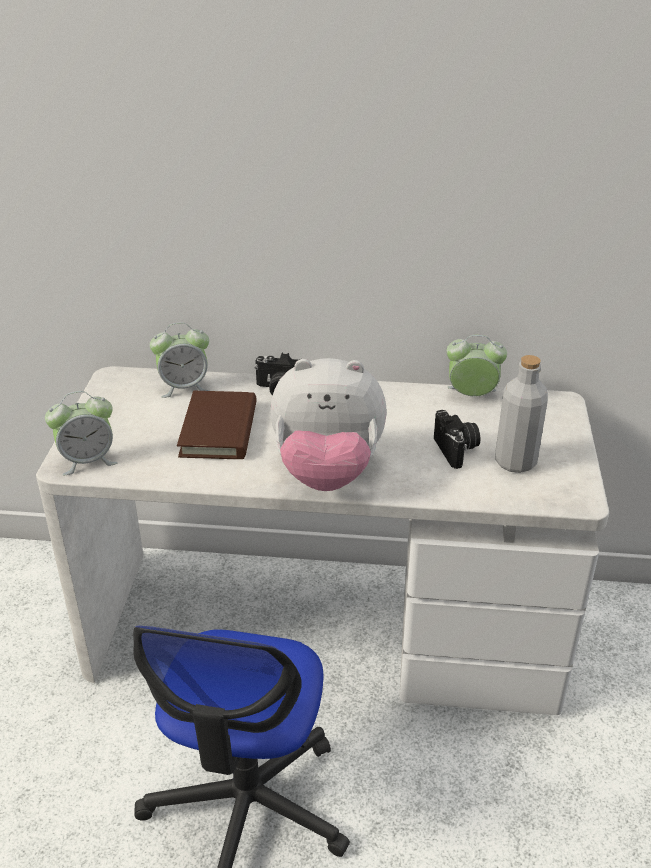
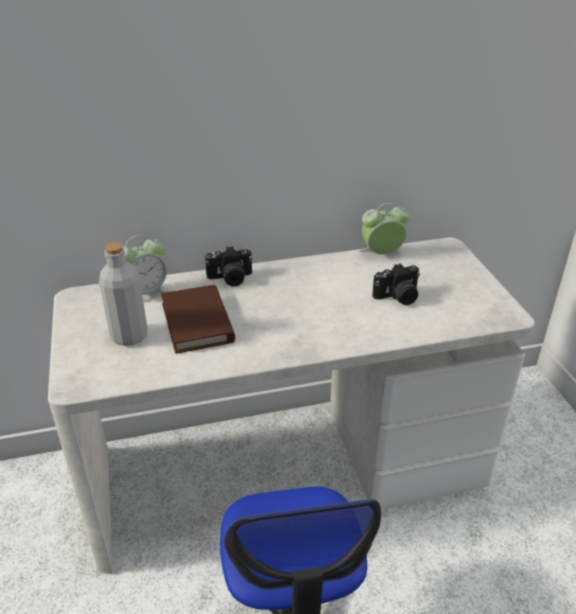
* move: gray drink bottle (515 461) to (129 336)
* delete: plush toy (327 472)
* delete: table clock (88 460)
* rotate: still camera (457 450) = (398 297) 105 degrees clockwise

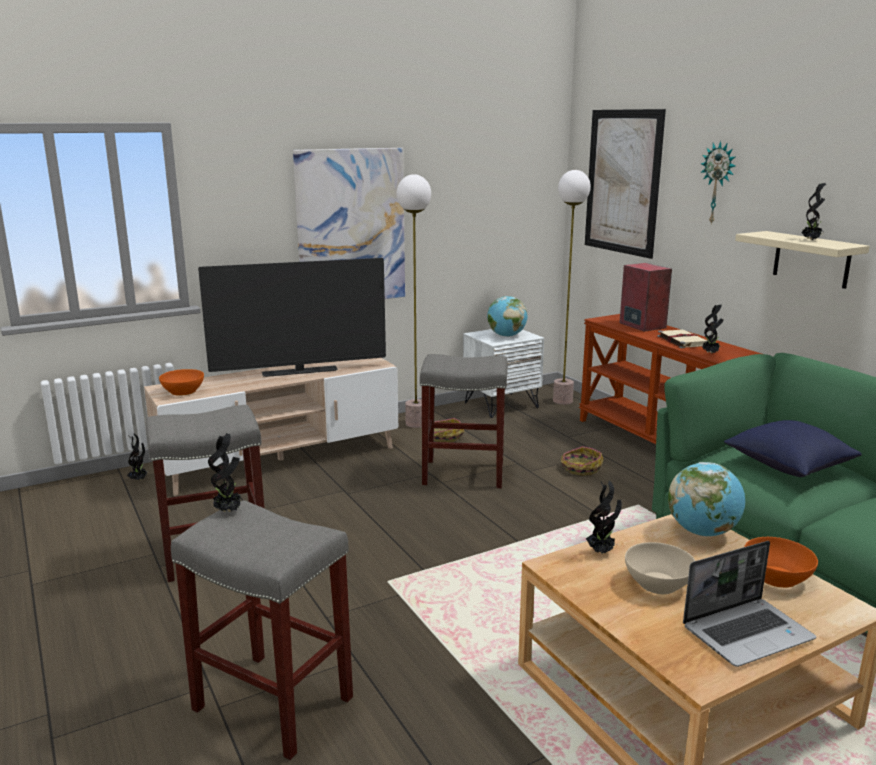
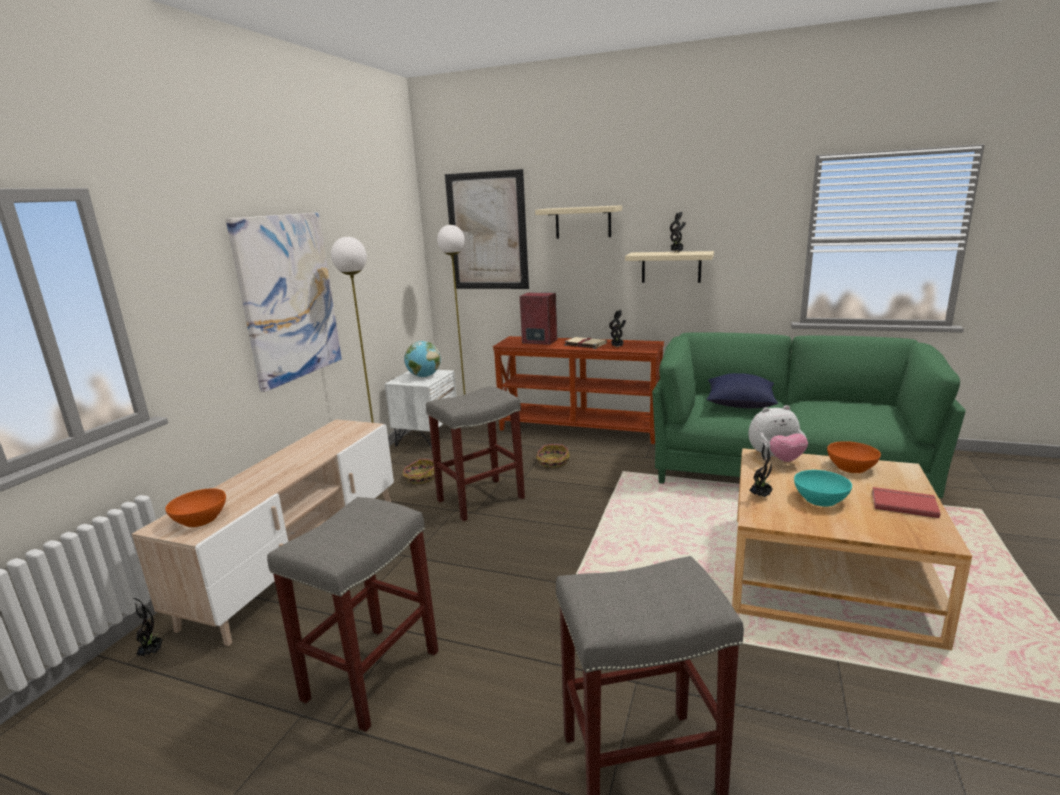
* replace: wall clock (718 183) to beige bracket shelf (583 222)
* delete: TV set (300 372)
* delete: plant in a pot (229 511)
* replace: desk globe (702 532) to plush toy (775 459)
* replace: notebook computer (747 632) to reddish volume (903 503)
* recolor: beige bowl (658 583) to turquoise bowl (820 499)

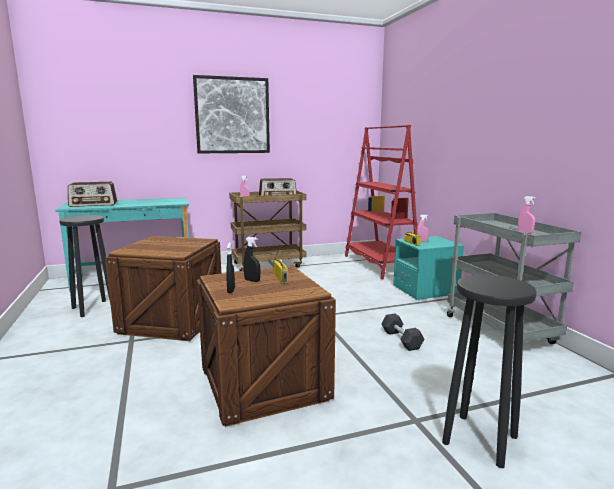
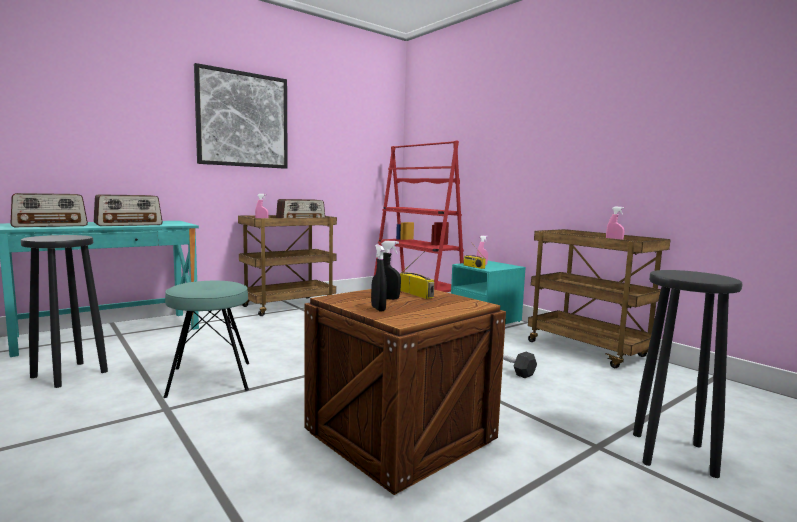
* recolor: gray wheeled cart (501 330) to brownish wheeled cart (589 350)
* replace: shipping crate (172 322) to turquoise sitting stool (210 379)
* insert: radio receiver (129 224)

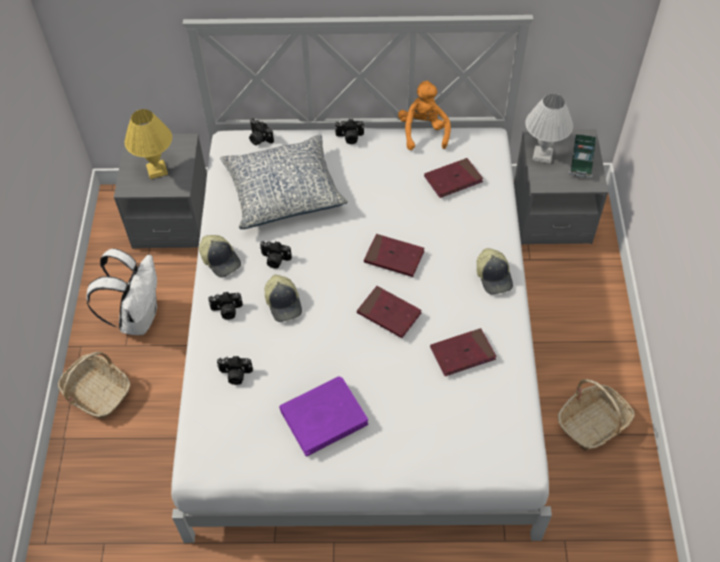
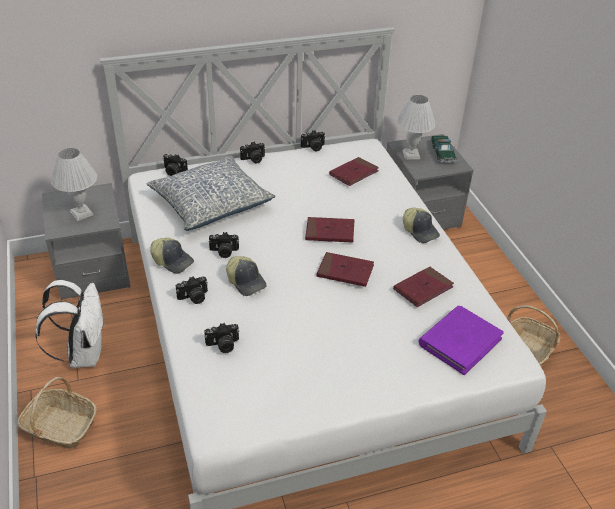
* replace: orangey plush toy (423 131) to still camera (313 147)
* recolor: yellow table lamp (156 169) to white-coloured table lamp (81 213)
* move: purple-coloured volume (323 416) to (459 341)

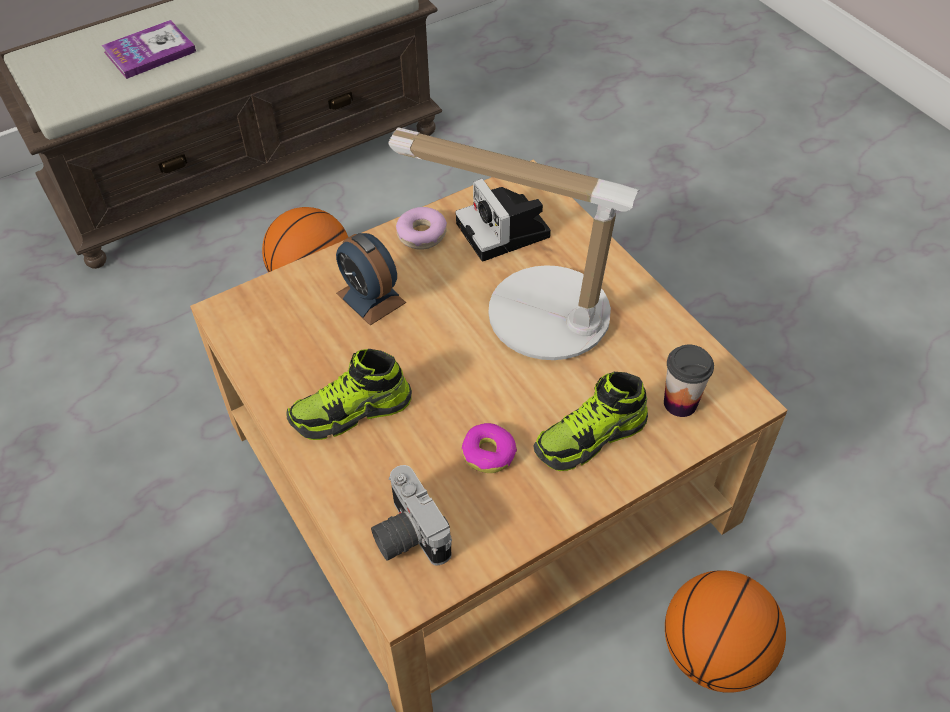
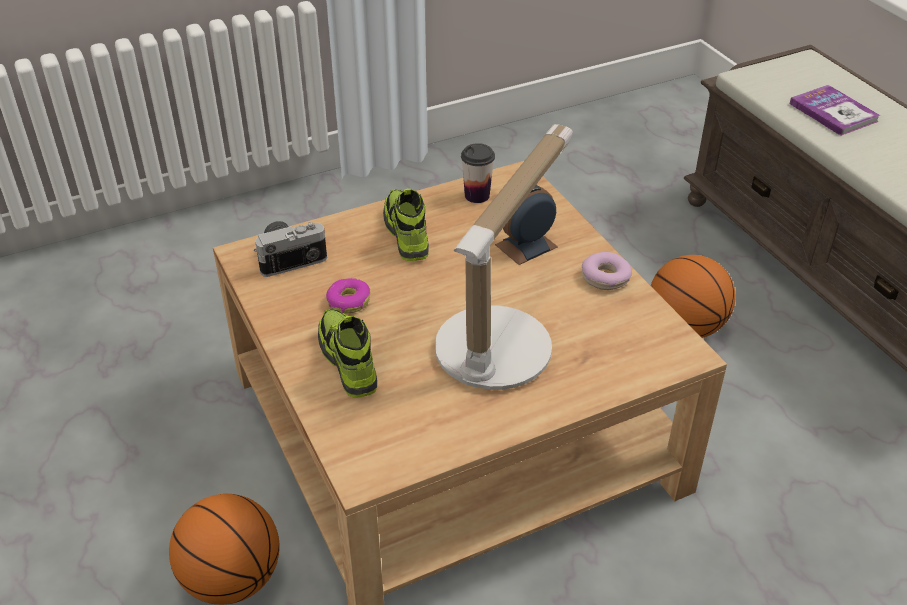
* delete: still camera (505 232)
* move: cup (680 403) to (477 195)

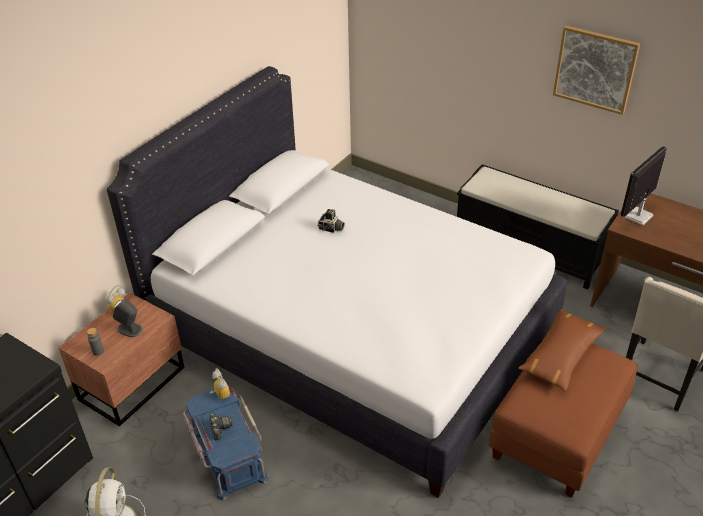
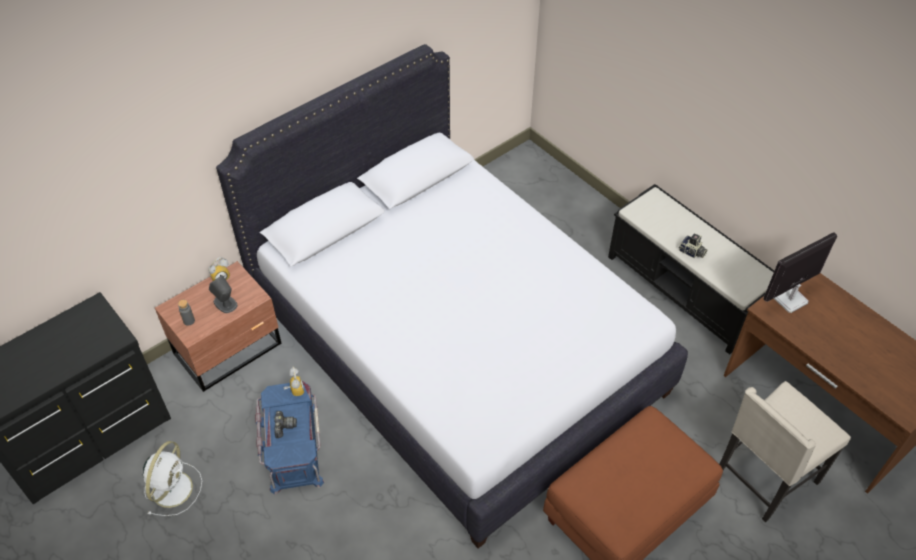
* delete: picture (595 69)
* move: still camera (331 229) to (692 252)
* delete: brownish throw pillow (560 356)

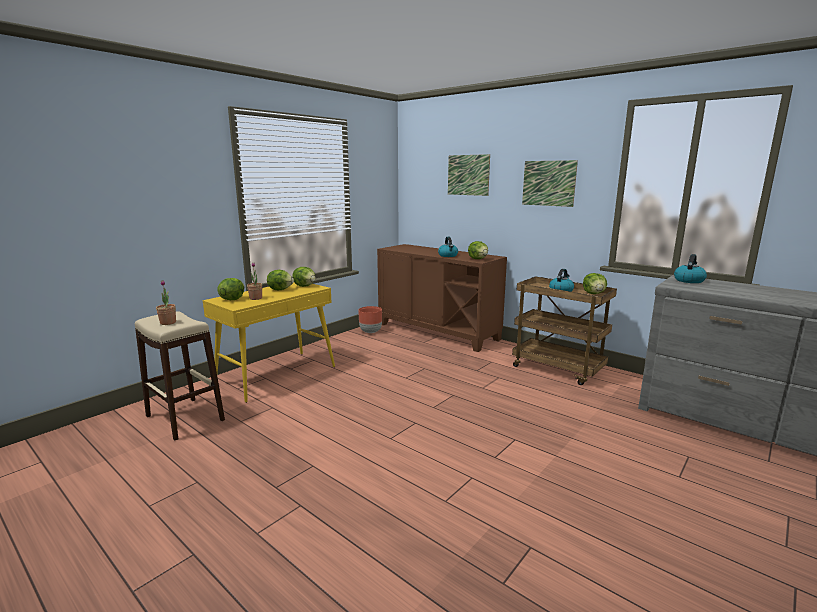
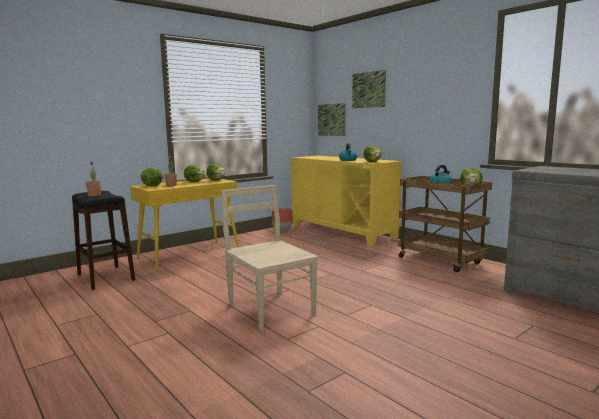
* move: picture (548 183) to (331 120)
* recolor: brownish storage cabinet (438 331) to yellow storage cabinet (342 232)
* delete: kettle (688 280)
* recolor: beige sitting stool (185 418) to black-coloured sitting stool (106 277)
* insert: beige plain chair (270 308)

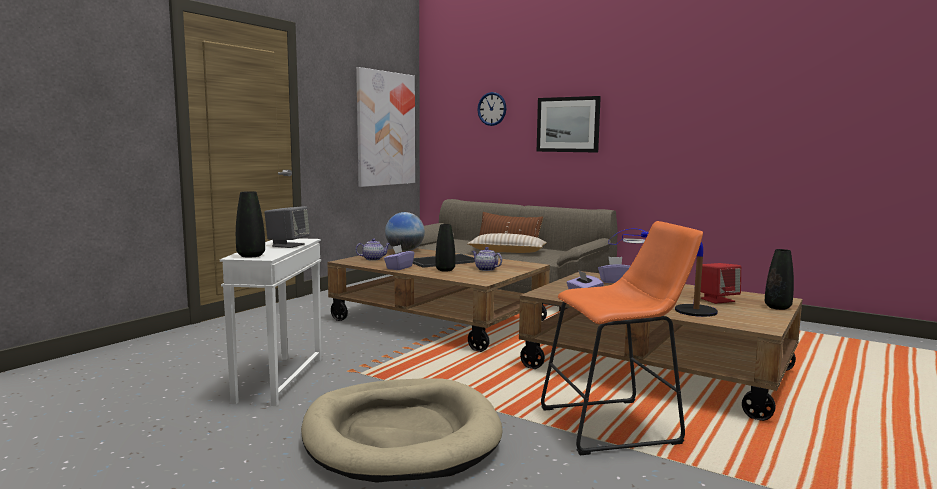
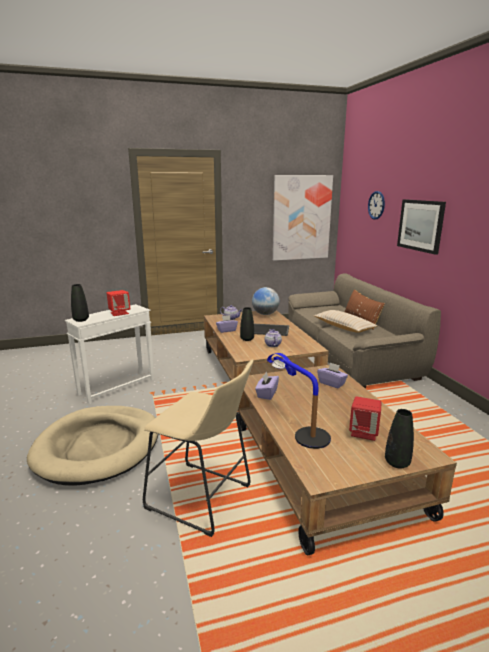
* recolor: gray audio speaker (288 245) to reddish audio speaker (119 313)
* recolor: orangey sitting stool (617 426) to beige sitting stool (203 499)

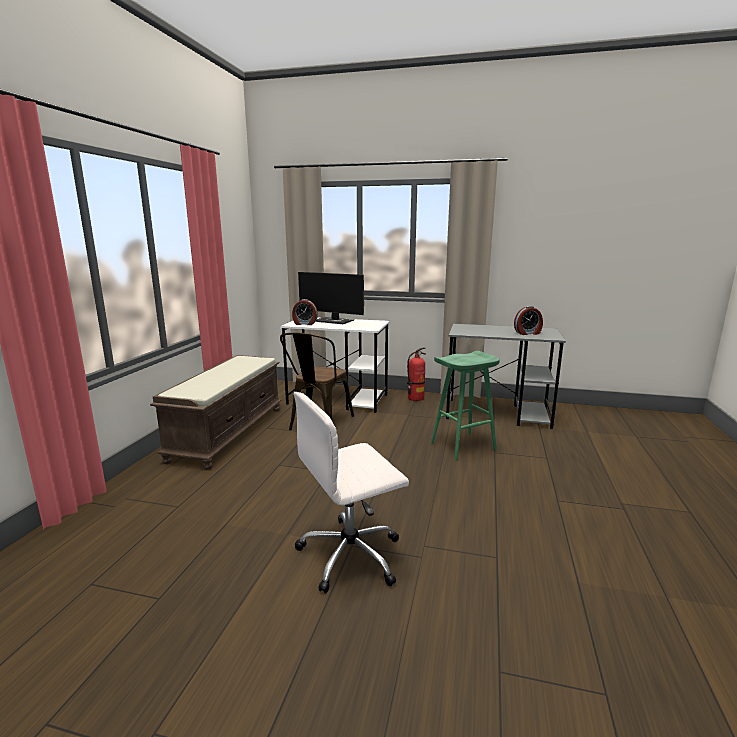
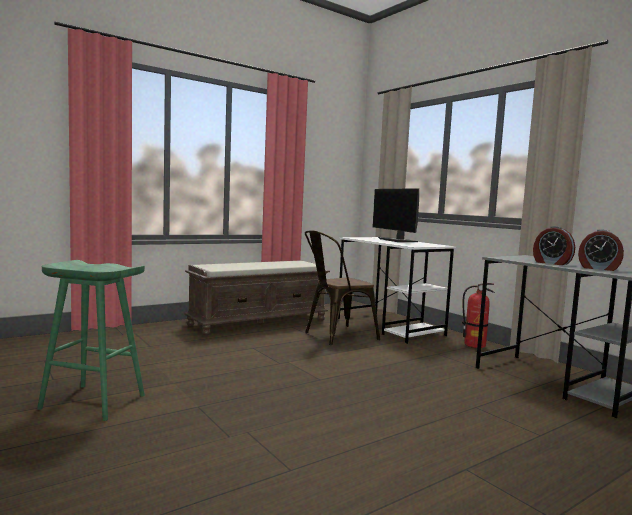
* move: table clock (305 324) to (551 263)
* move: green sitting stool (462 447) to (91 402)
* delete: white-coloured computer chair (352 555)

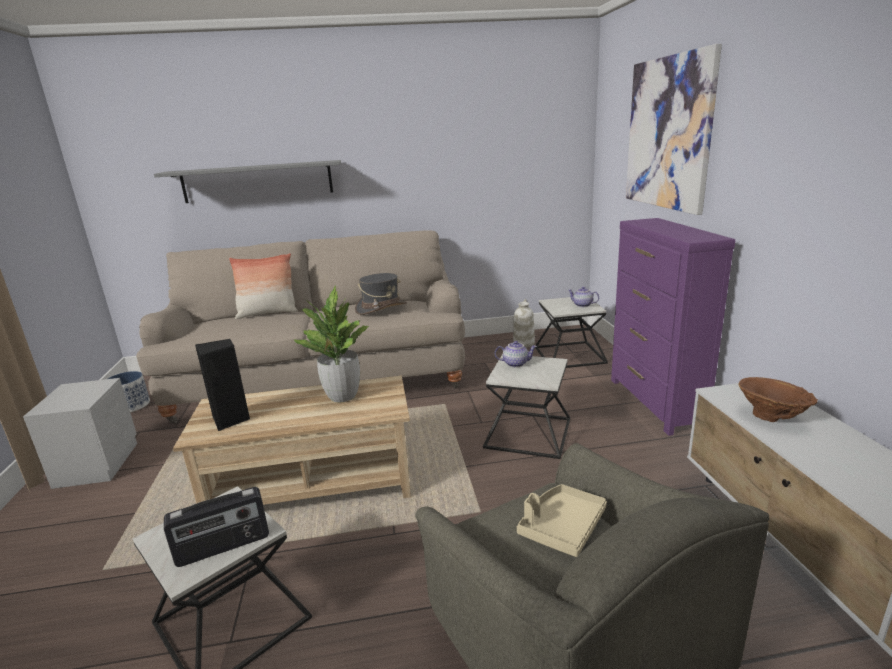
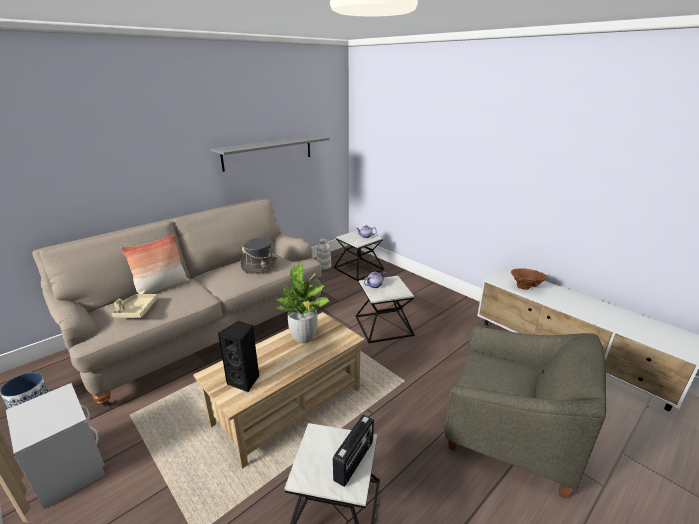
* delete: picture (668 133)
* move: gray bracket shelf (258 181) to (268 152)
* delete: purple-coloured drawer chest (655 403)
* move: beige serving tray (562 527) to (137 310)

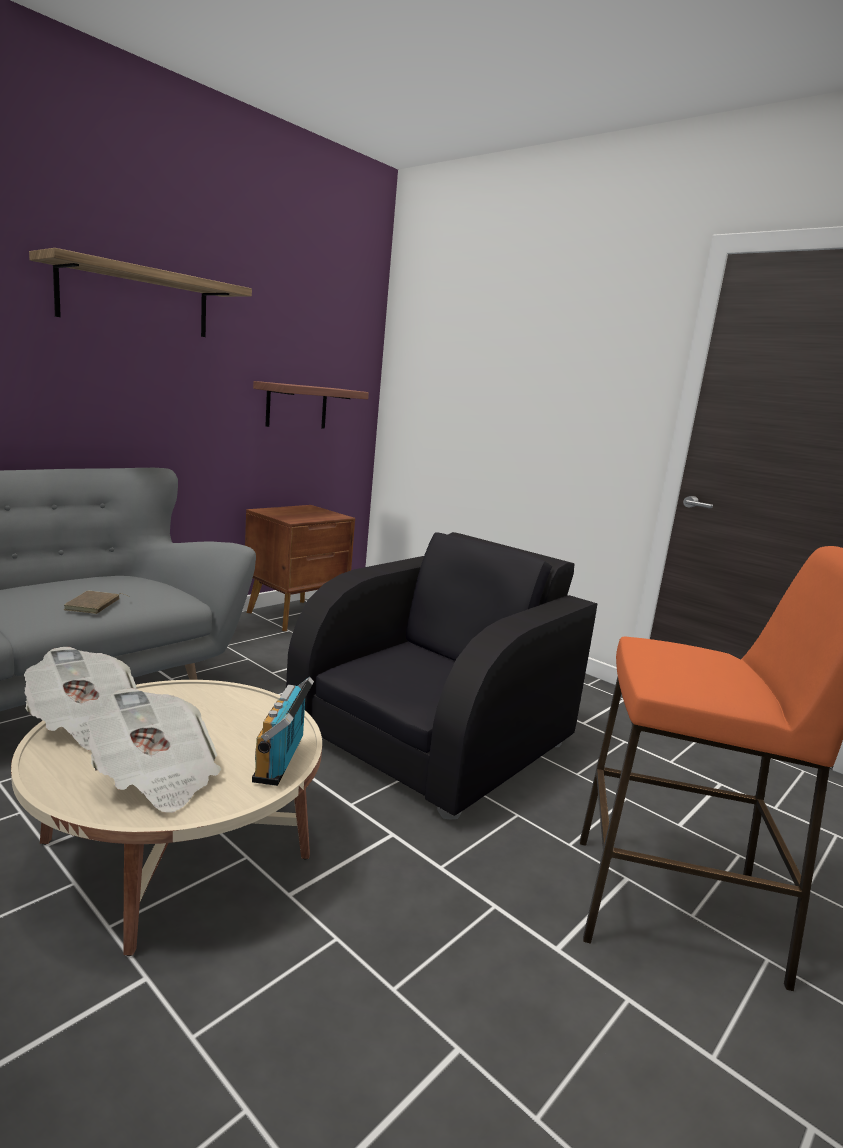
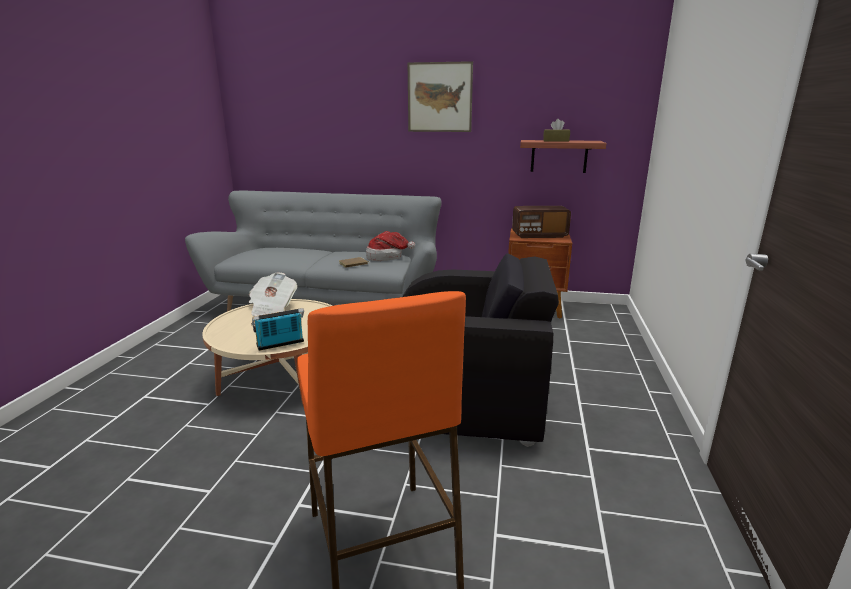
* replace: bracket shelf (135 300) to picture (440 97)
* delete: printed paper (156 777)
* insert: brownish tissue box (556 141)
* insert: radio receiver (539 235)
* insert: hat (387 257)

